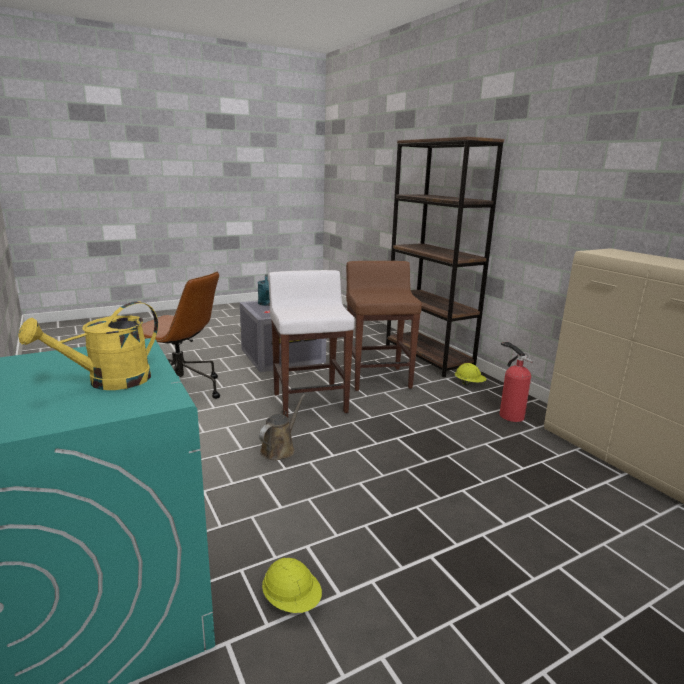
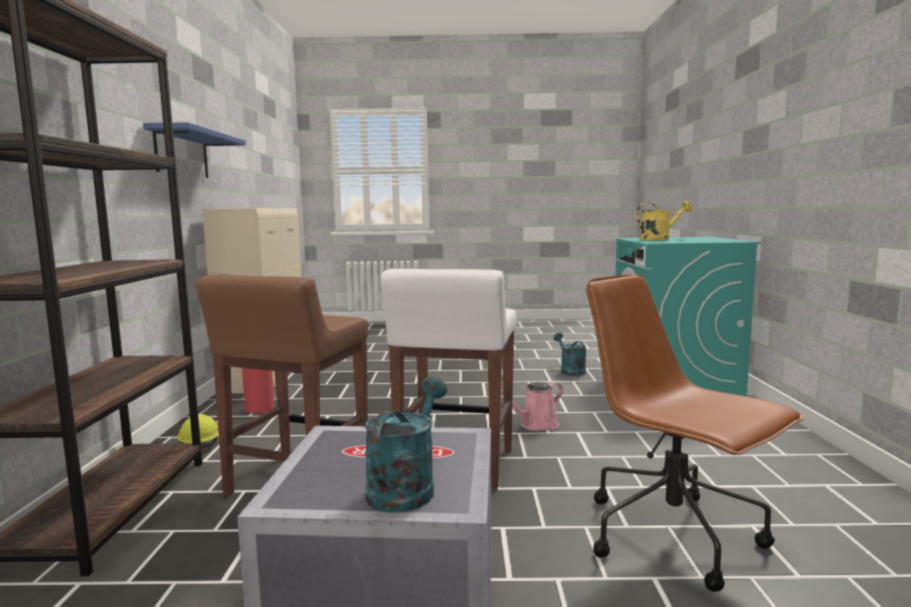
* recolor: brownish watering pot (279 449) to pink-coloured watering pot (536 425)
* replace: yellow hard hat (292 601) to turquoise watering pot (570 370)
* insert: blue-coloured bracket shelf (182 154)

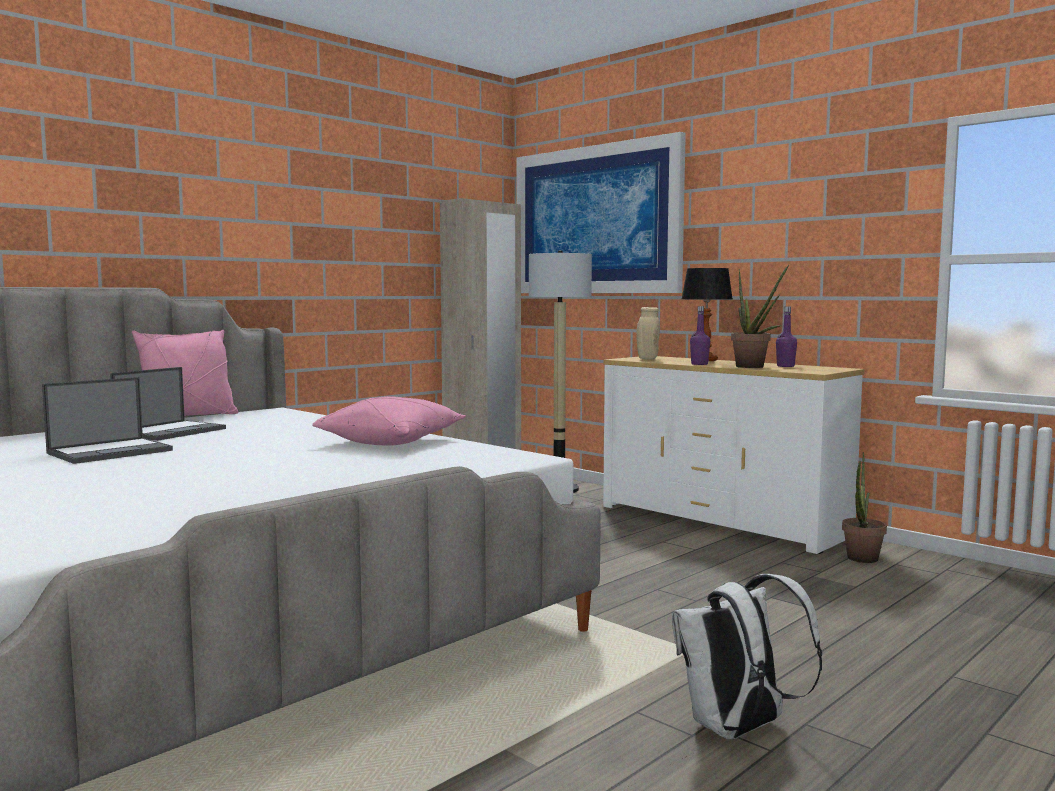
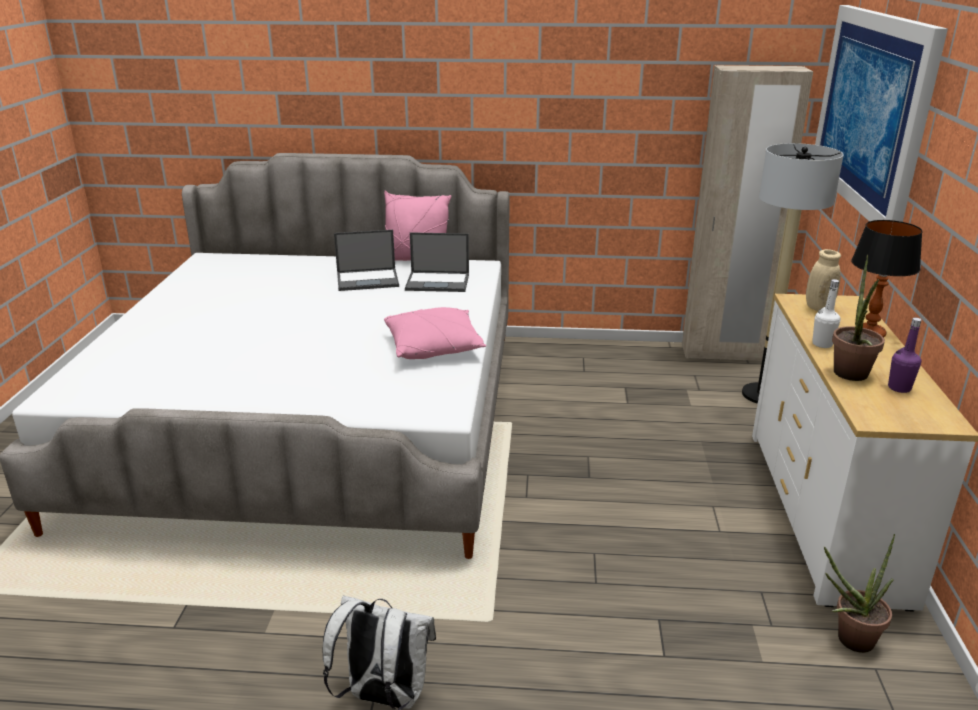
* recolor: purple-coloured drink bottle (699 364) to white-coloured drink bottle (822 344)
* move: notebook computer (111 452) to (438 282)

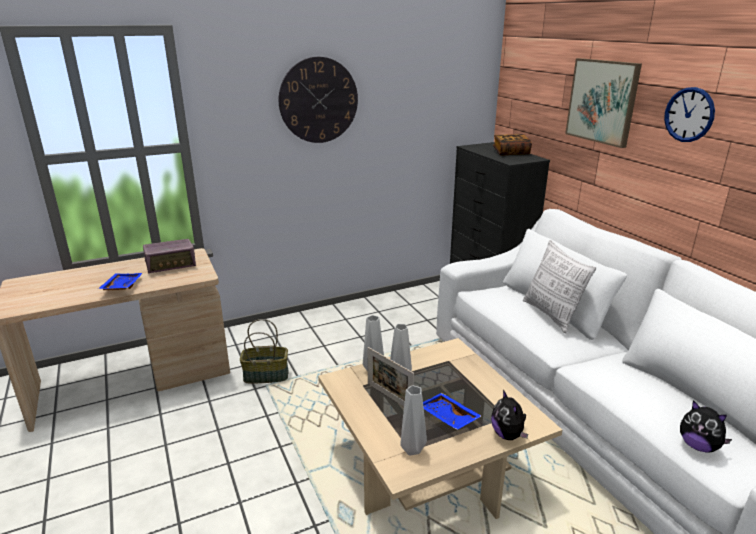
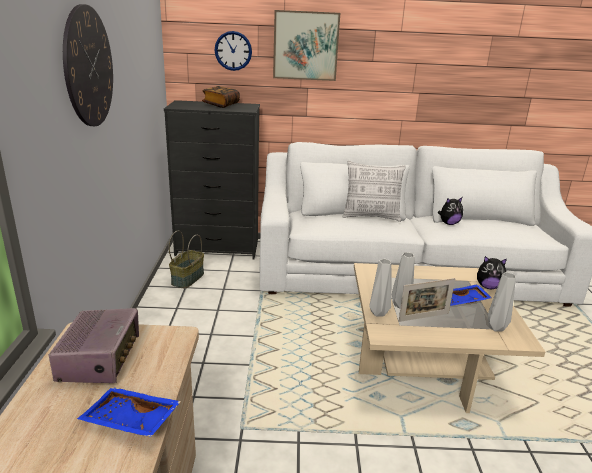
* move: wall clock (689 114) to (233 51)
* move: basket (266 375) to (187 278)
* move: plush toy (698 446) to (449 223)

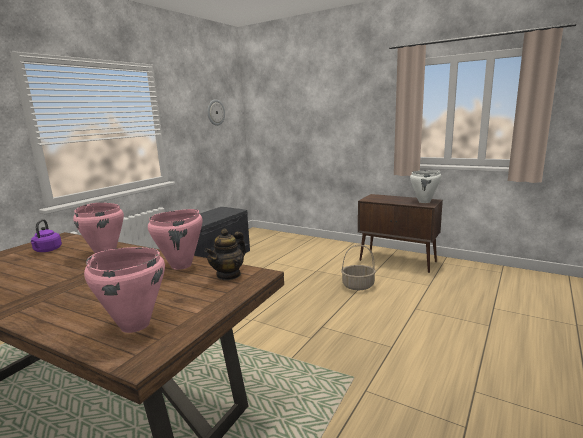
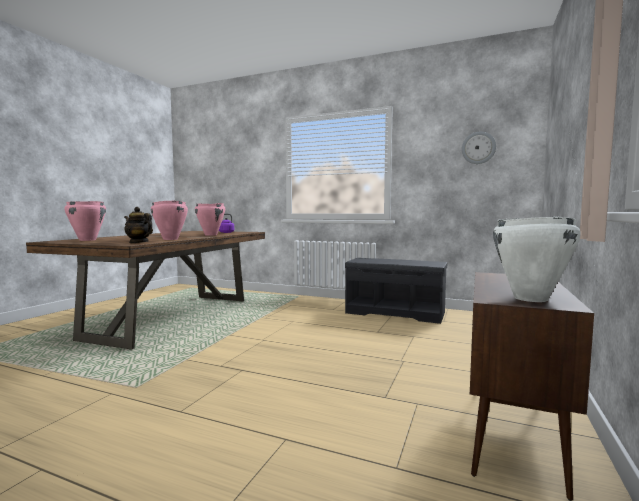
* delete: basket (358 285)

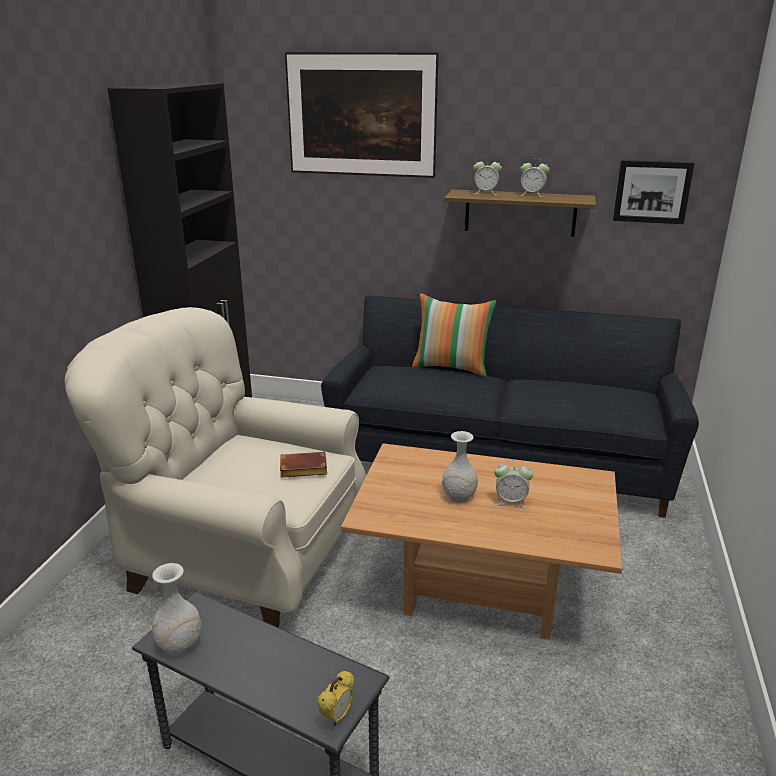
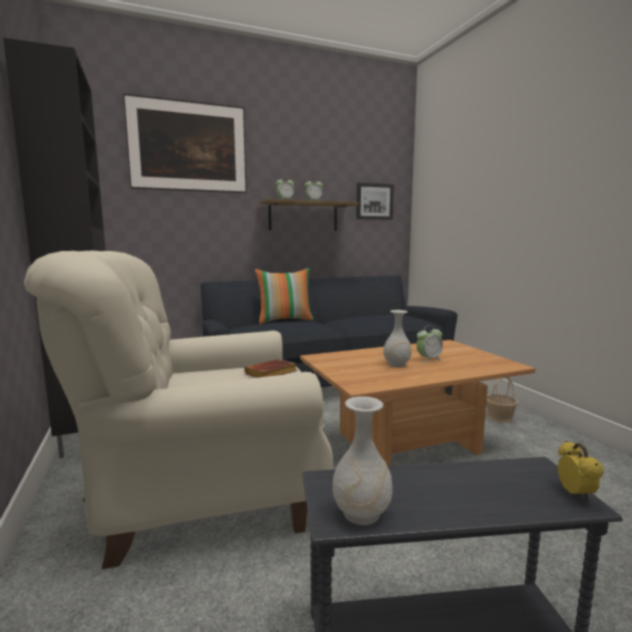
* insert: basket (499 418)

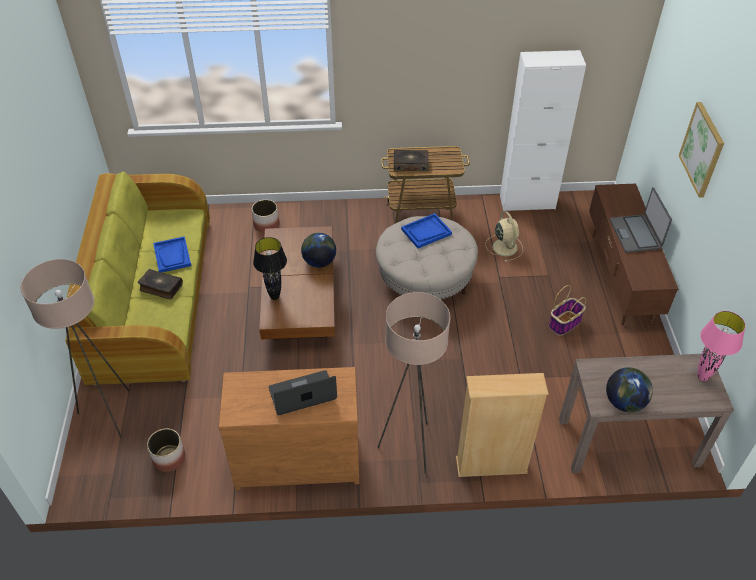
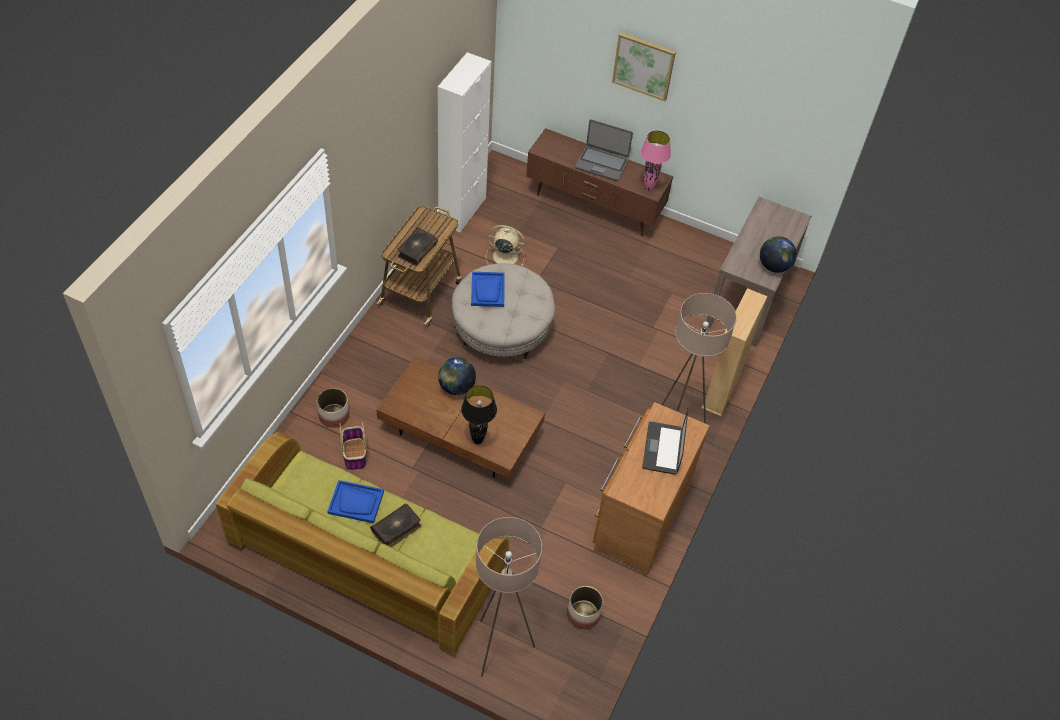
* move: basket (565 323) to (354 454)
* move: pink-coloured table lamp (702 377) to (648 188)

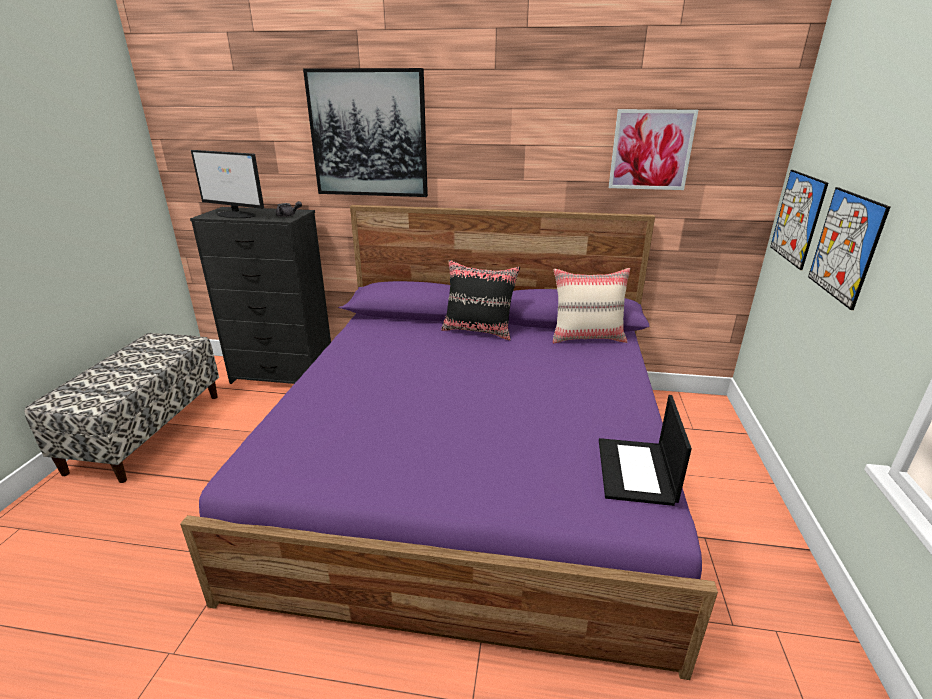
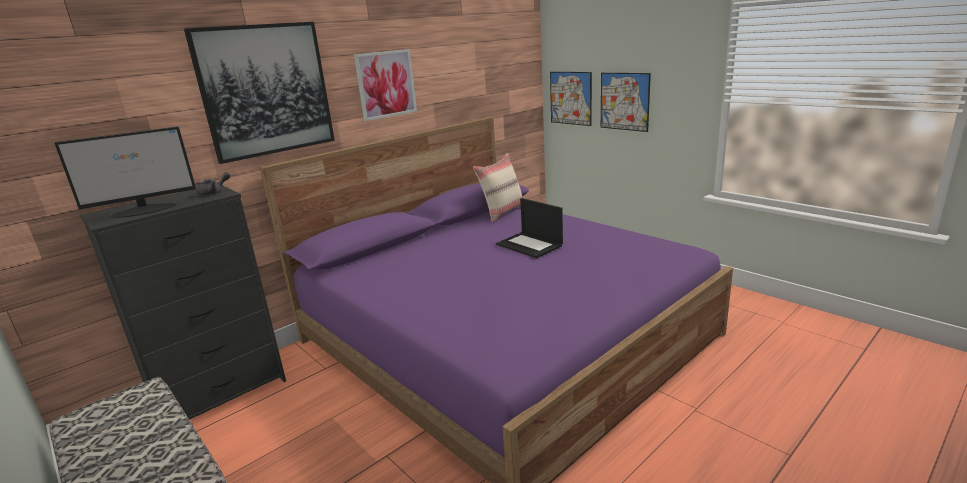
* move: picture (651 150) to (386 84)
* delete: black-coloured throw pillow (479 330)
* move: notebook computer (636 472) to (530 245)

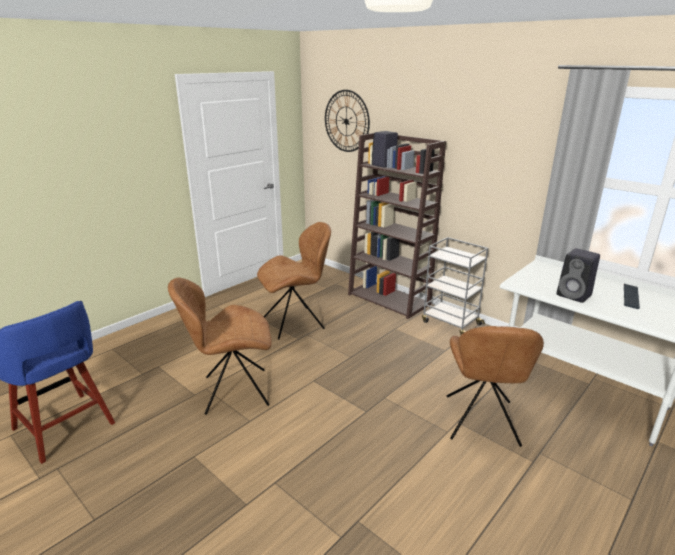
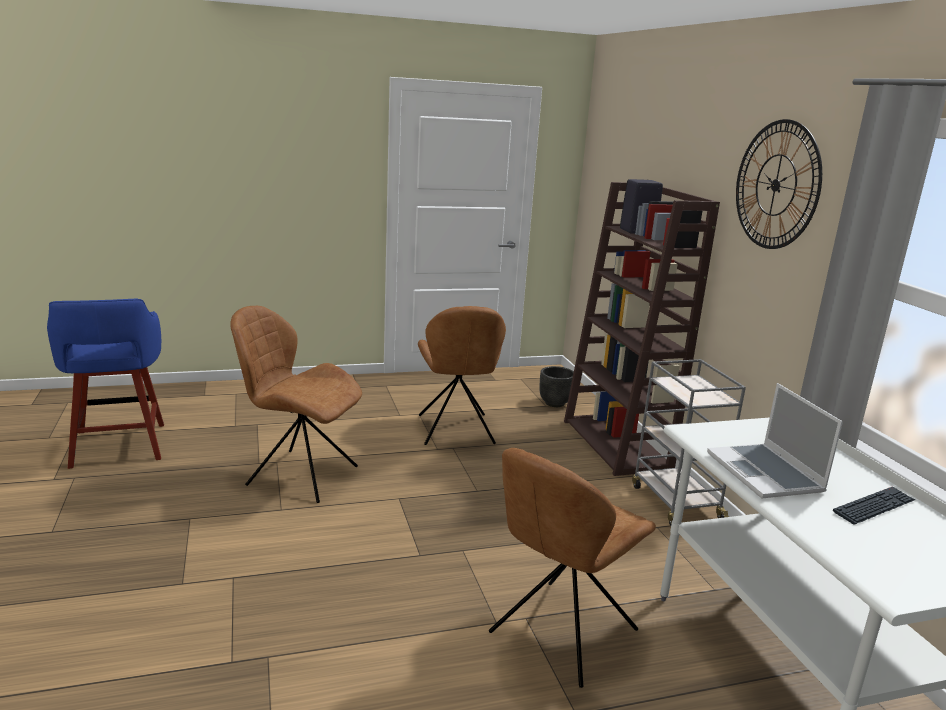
* move: wall clock (346 121) to (776 185)
* rotate: brownish plain chair (296 322) = (456 431) 75 degrees clockwise
* replace: black-coloured audio speaker (575 295) to notebook computer (766 473)
* insert: black-coloured plant pot (554 403)

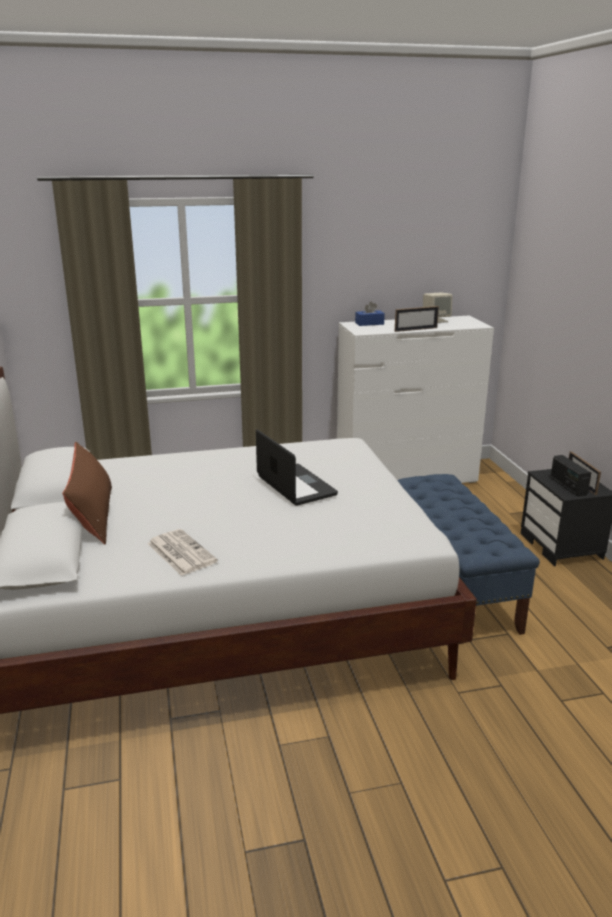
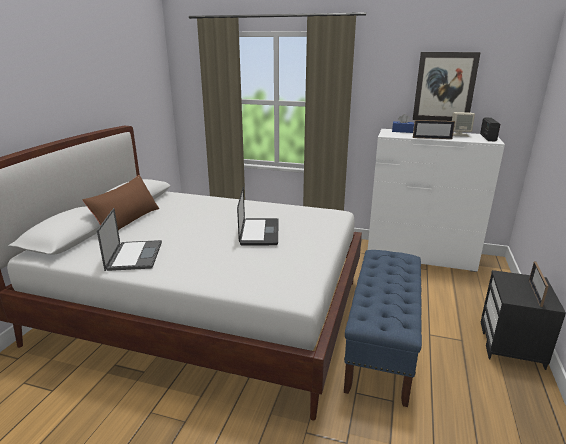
* move: radio receiver (568 486) to (487 138)
* replace: printed paper (180 552) to notebook computer (134 255)
* insert: picture (444 87)

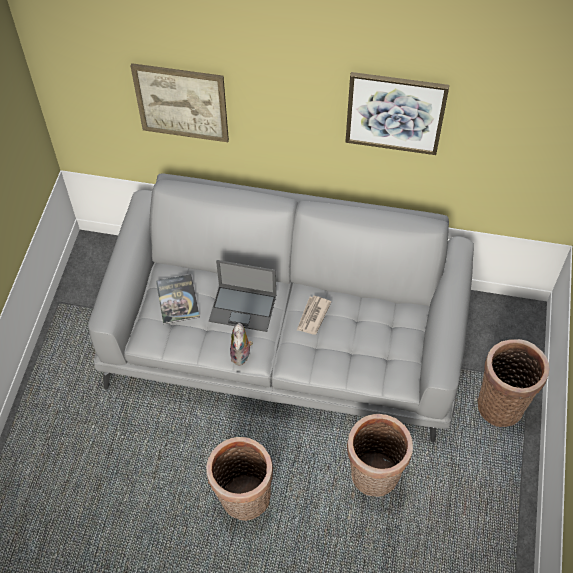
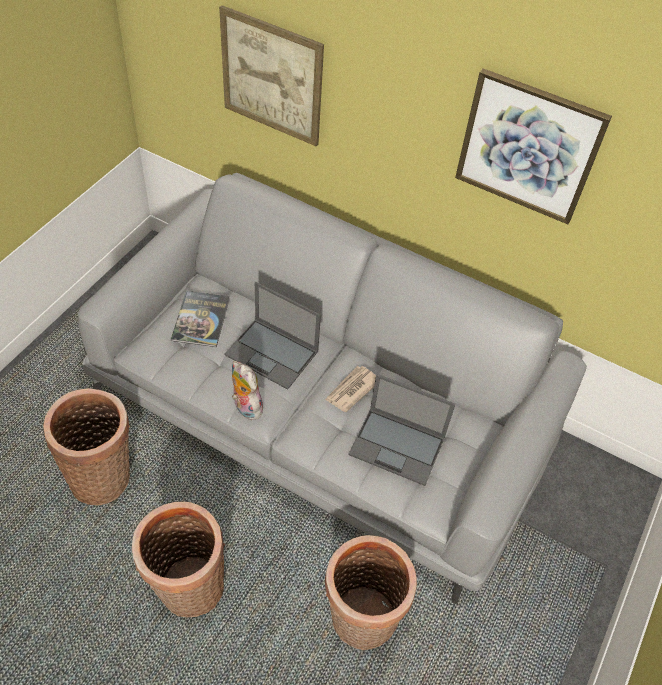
* rotate: plush toy (241 355) = (245 407) 120 degrees clockwise
* move: basket (501 403) to (103 476)
* insert: notebook computer (398 446)

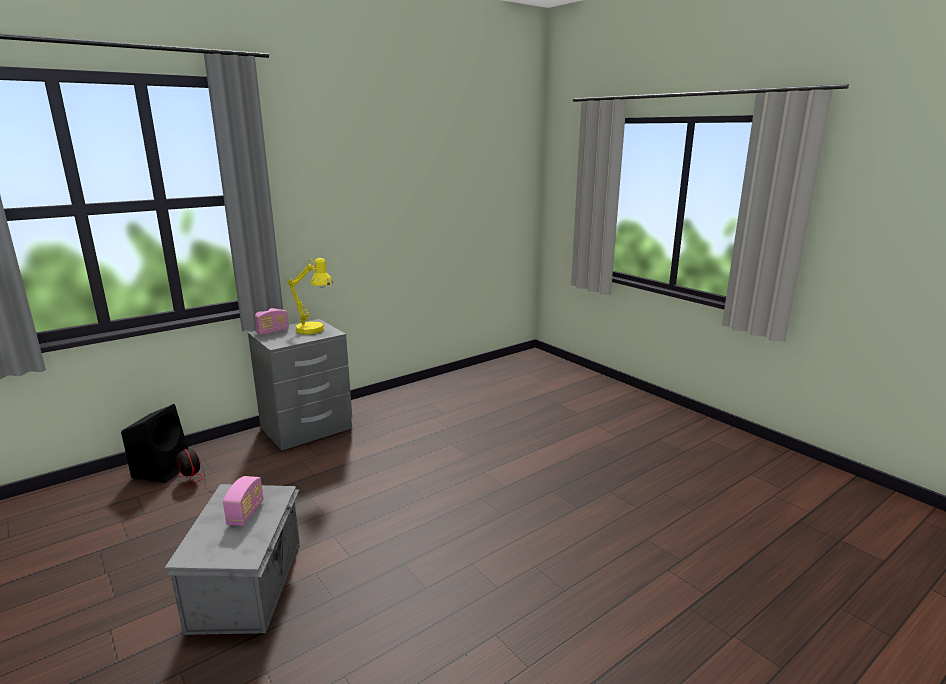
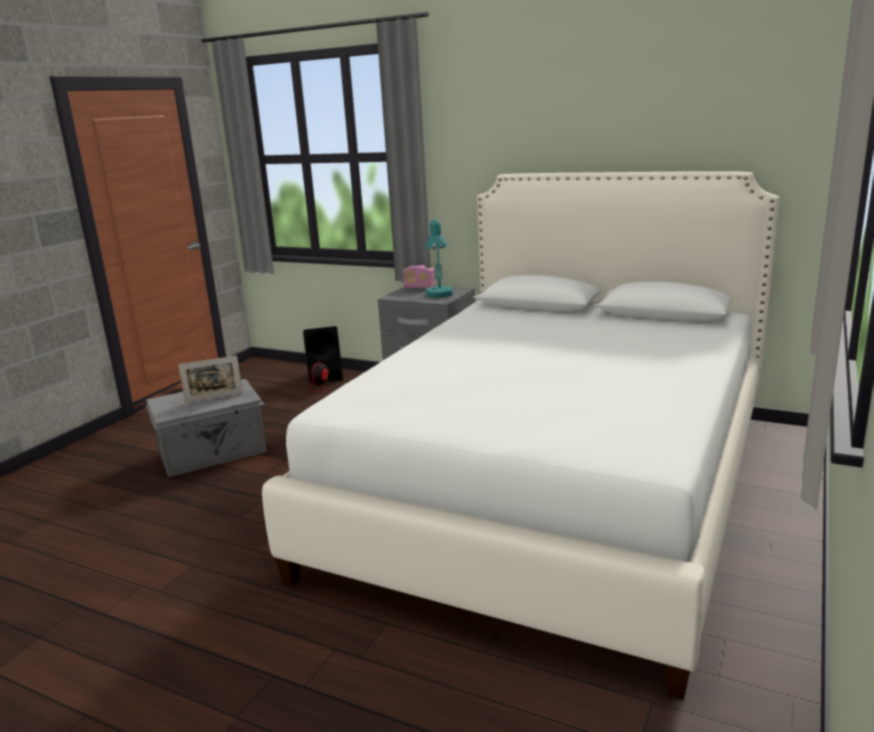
* recolor: yellow table lamp (314 331) to turquoise table lamp (439 295)
* replace: radio receiver (246 513) to photo frame (214 397)
* insert: white-coloured bed (555 490)

